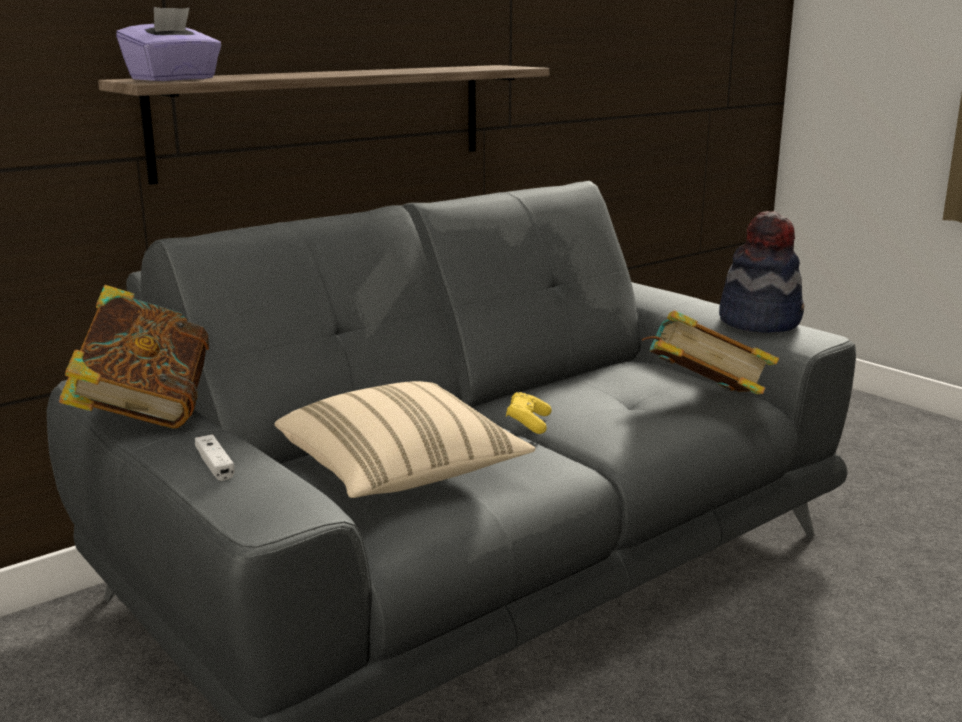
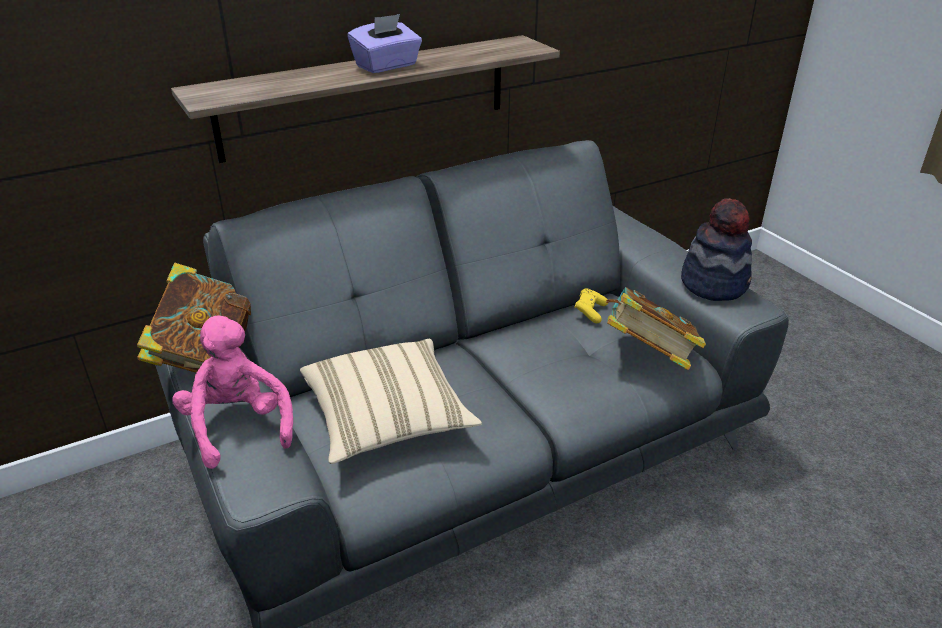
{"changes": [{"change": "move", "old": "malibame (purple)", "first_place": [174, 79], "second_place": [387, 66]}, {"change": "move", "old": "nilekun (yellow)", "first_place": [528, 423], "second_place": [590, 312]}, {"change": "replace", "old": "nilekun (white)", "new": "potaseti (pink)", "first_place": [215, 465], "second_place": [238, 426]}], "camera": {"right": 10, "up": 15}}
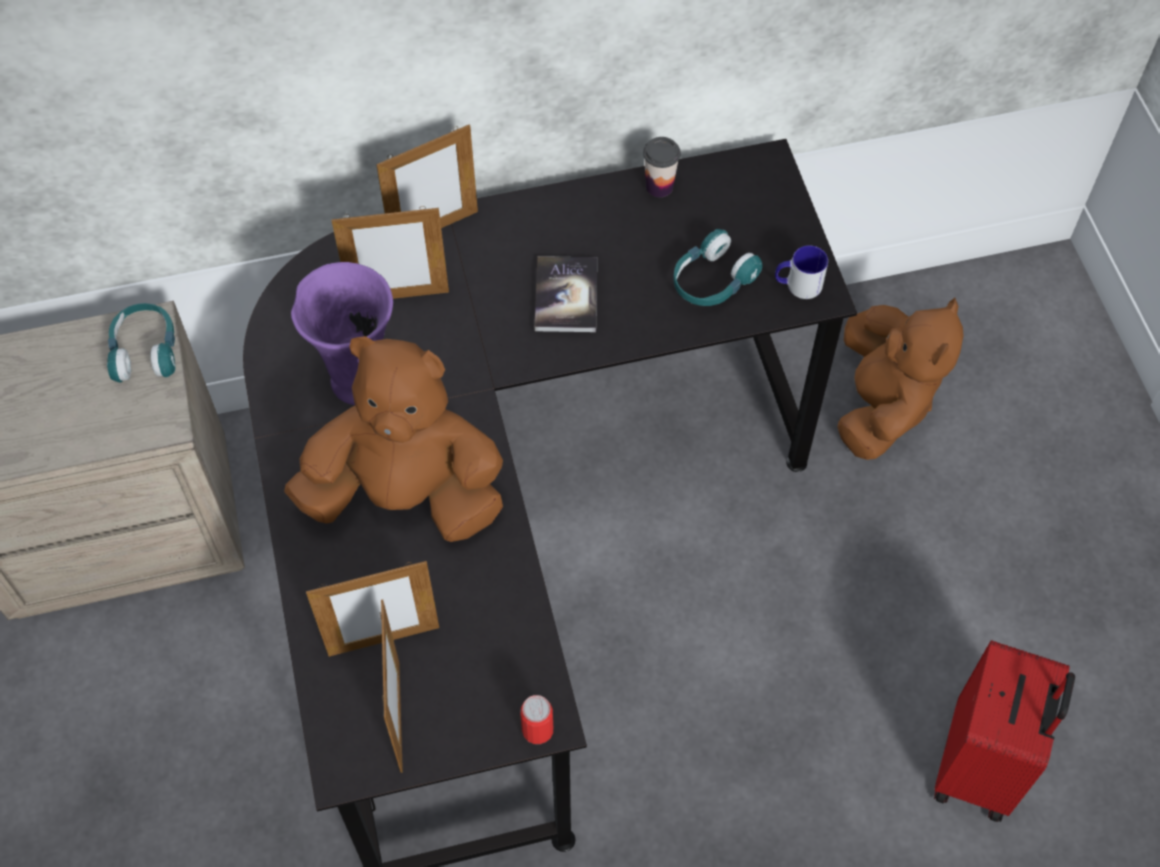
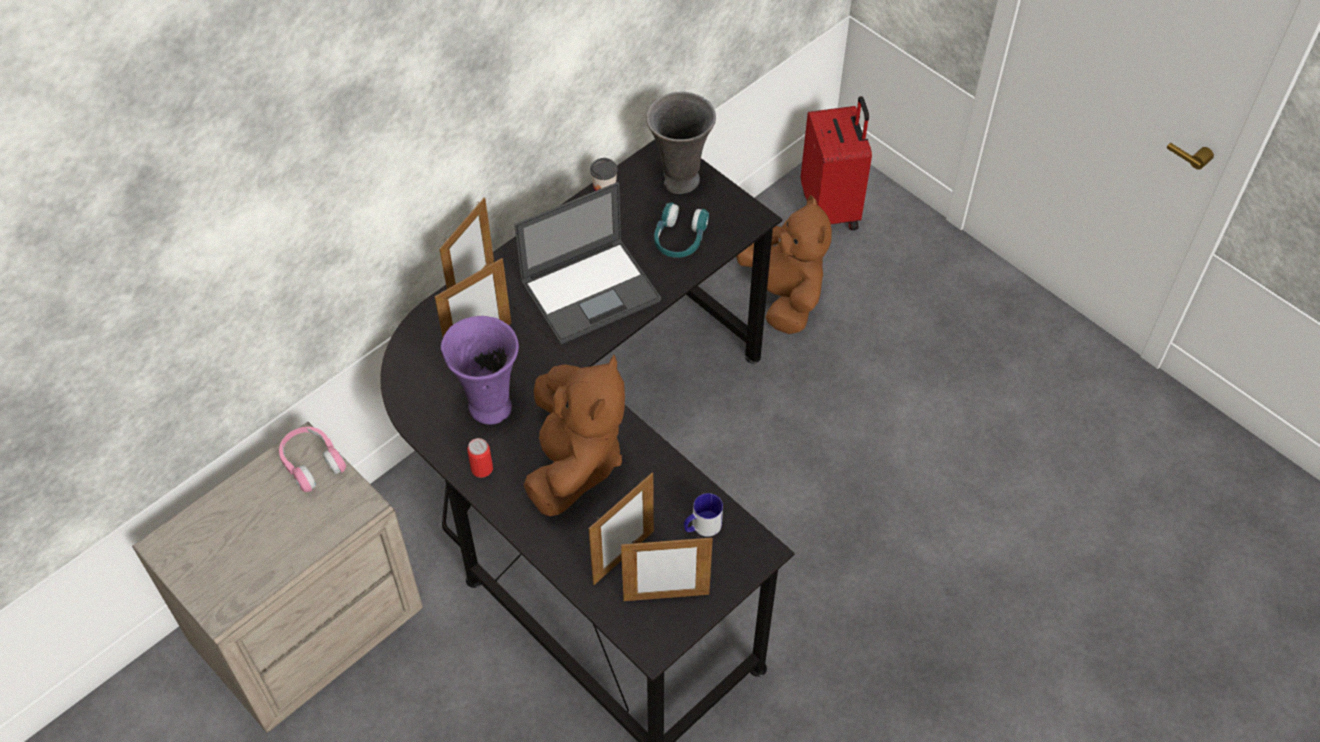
{"changes": [{"change": "move", "old": "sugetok", "first_place": [797, 285], "second_place": [702, 526]}, {"change": "replace", "old": "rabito", "new": "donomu", "first_place": [566, 296], "second_place": [591, 290]}, {"change": "recolor", "old": "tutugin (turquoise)", "new": "tutugin (pink)", "first_place": [145, 351], "second_place": [312, 463]}, {"change": "rotate", "old": "potaseti (brown)", "first_place": [406, 495], "second_place": [574, 462], "degrees": 120}, {"change": "rotate", "old": "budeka", "first_place": [399, 716], "second_place": [666, 597], "degrees": 120}, {"change": "move", "old": "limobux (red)", "first_place": [981, 766], "second_place": [831, 209]}, {"change": "move", "old": "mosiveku", "first_place": [537, 729], "second_place": [482, 468]}, {"change": "insert", "new": "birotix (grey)", "second_place": [679, 181]}], "camera": {"right": -30, "up": -5}}
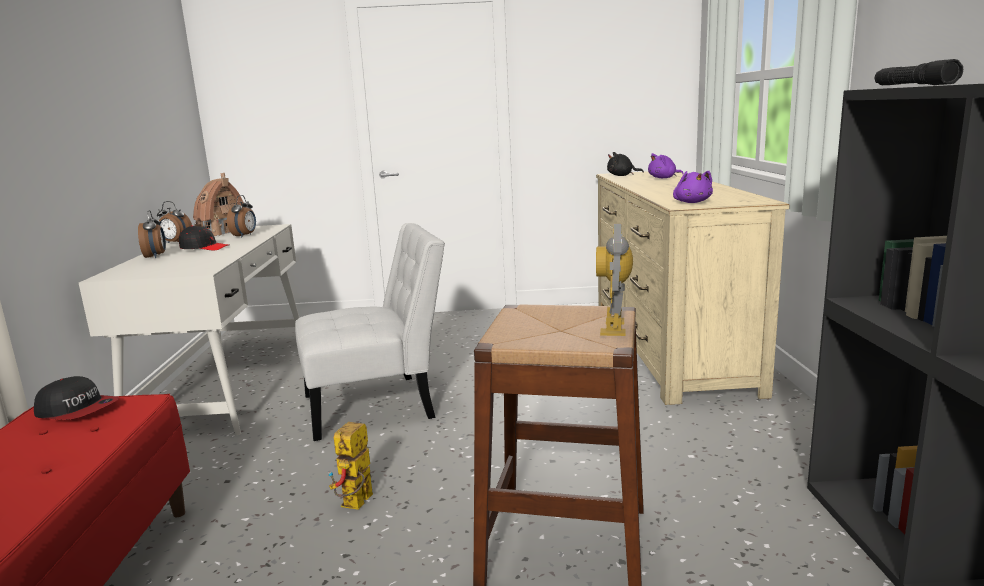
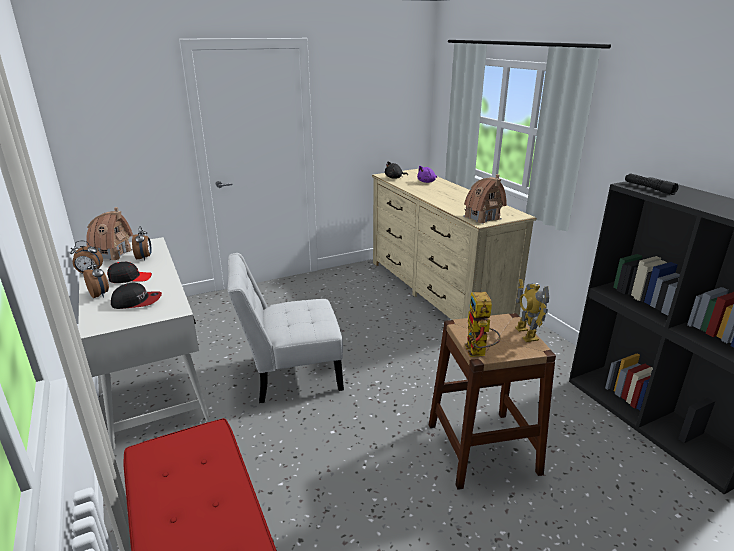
{"changes": [{"change": "replace", "old": "potaseti (purple)", "new": "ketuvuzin", "first_place": [692, 202], "second_place": [482, 218]}, {"change": "rotate", "old": "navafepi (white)", "first_place": [377, 405], "second_place": [290, 374], "degrees": -150}, {"change": "move", "old": "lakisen", "first_place": [77, 410], "second_place": [137, 301]}, {"change": "move", "old": "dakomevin", "first_place": [356, 505], "second_place": [478, 353]}], "camera": {"right": -25, "up": 10}}
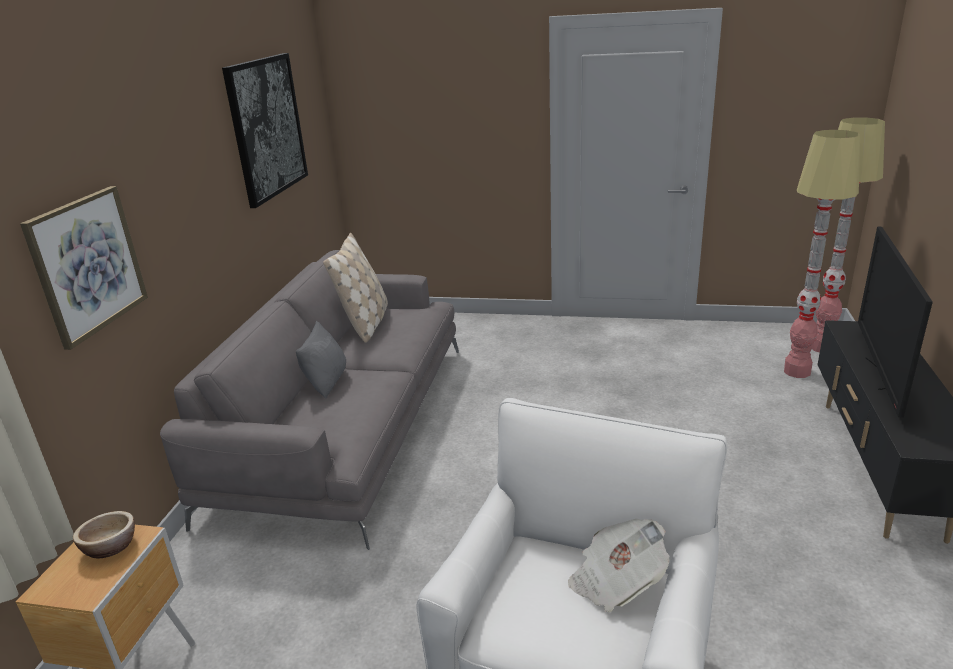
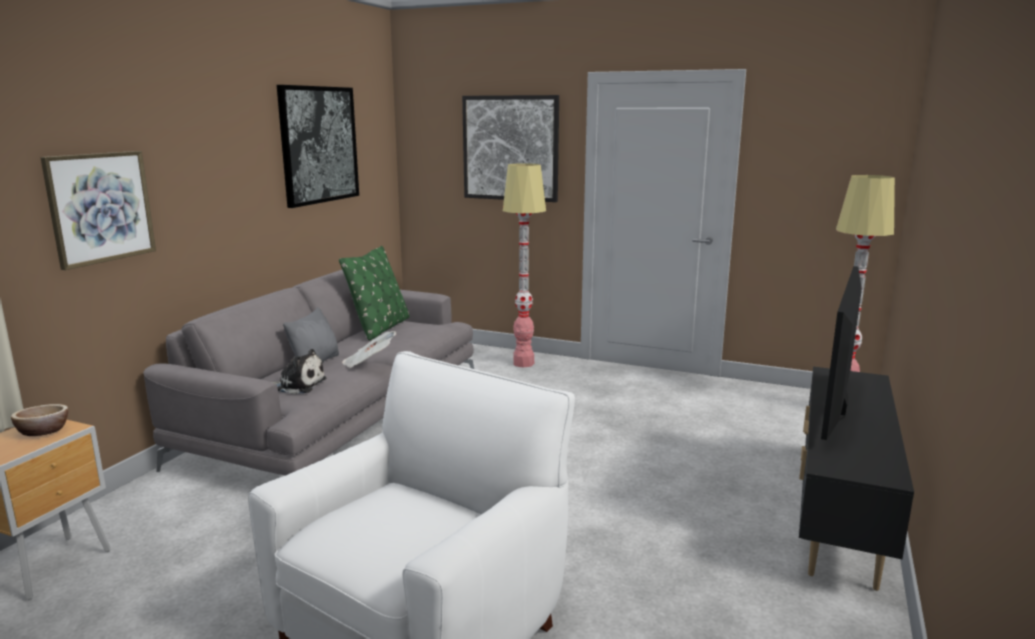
{"changes": [{"change": "move", "old": "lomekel", "first_place": [797, 371], "second_place": [523, 363]}, {"change": "recolor", "old": "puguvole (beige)", "new": "puguvole (green)", "first_place": [365, 323], "second_place": [380, 328]}, {"change": "move", "old": "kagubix", "first_place": [616, 581], "second_place": [369, 363]}, {"change": "insert", "new": "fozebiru", "second_place": [510, 148]}, {"change": "insert", "new": "potaseti", "second_place": [298, 385]}], "camera": {"right": 10, "up": -10}}
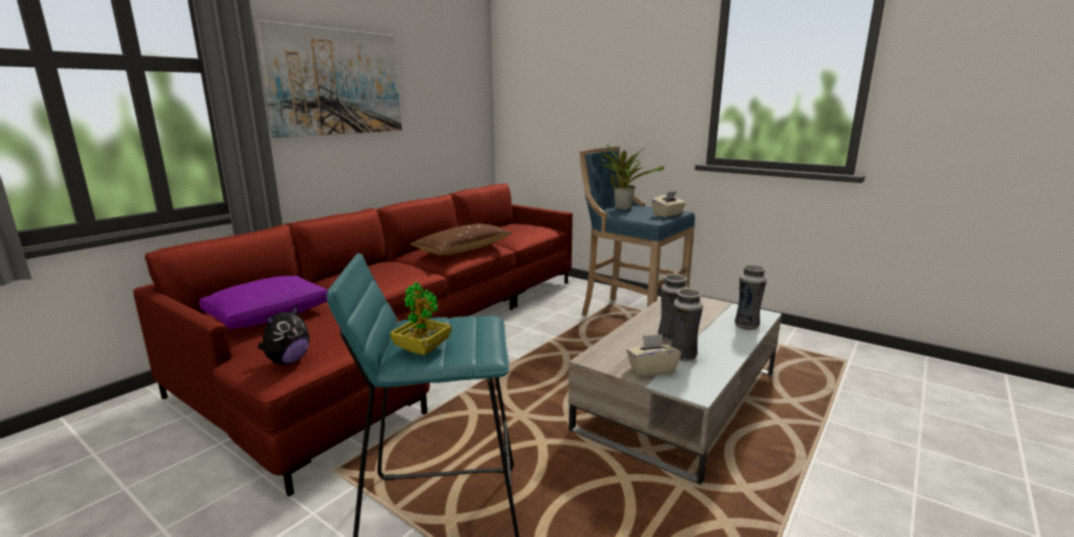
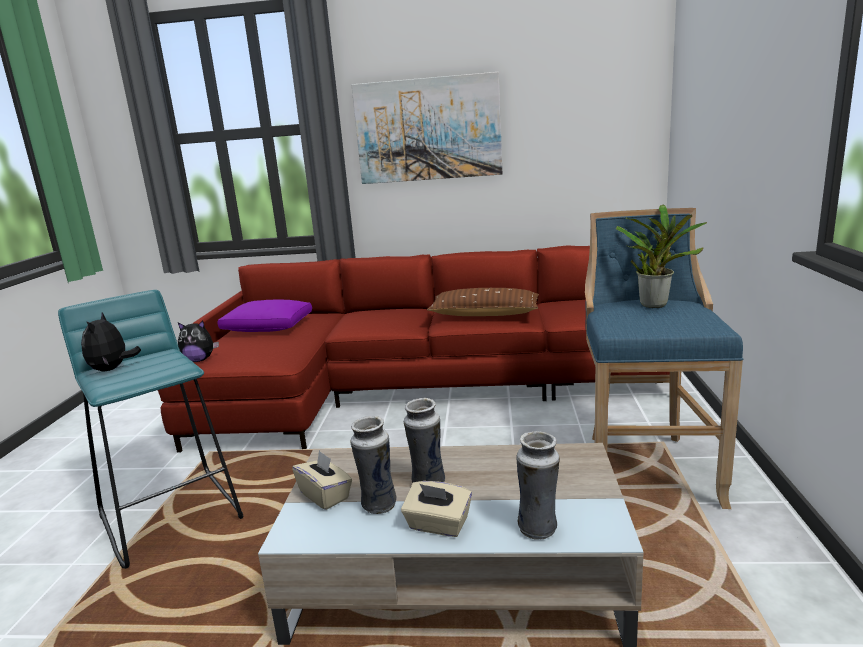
{"changes": [{"change": "move", "old": "malibame (beige)", "first_place": [668, 215], "second_place": [438, 525]}, {"change": "replace", "old": "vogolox", "new": "potaseti", "first_place": [422, 349], "second_place": [112, 369]}], "camera": {"right": 60, "up": 0}}
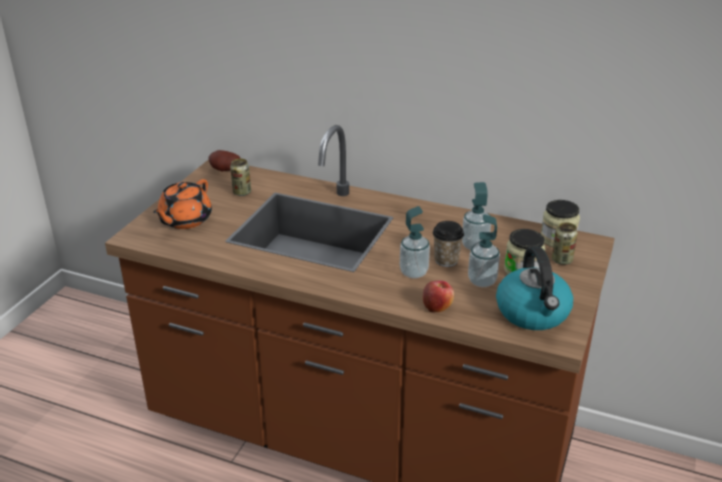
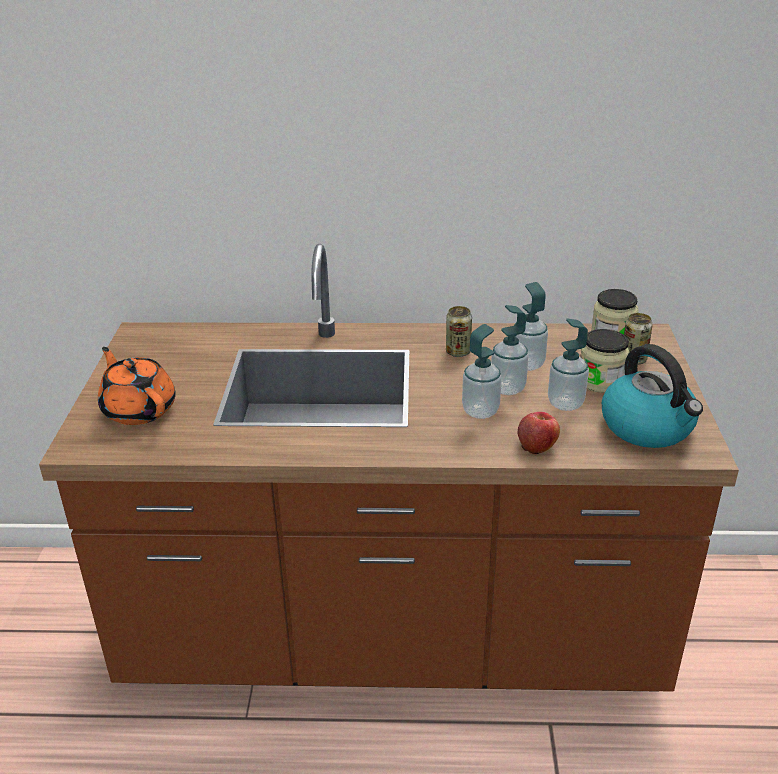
{"changes": [{"change": "delete", "old": "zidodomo", "first_place": [224, 170]}, {"change": "move", "old": "mosiveku", "first_place": [242, 192], "second_place": [458, 352]}, {"change": "rotate", "old": "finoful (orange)", "first_place": [185, 220], "second_place": [139, 409], "degrees": 135}, {"change": "replace", "old": "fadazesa", "new": "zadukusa", "first_place": [446, 260], "second_place": [507, 388]}], "camera": {"right": -20, "up": 0}}
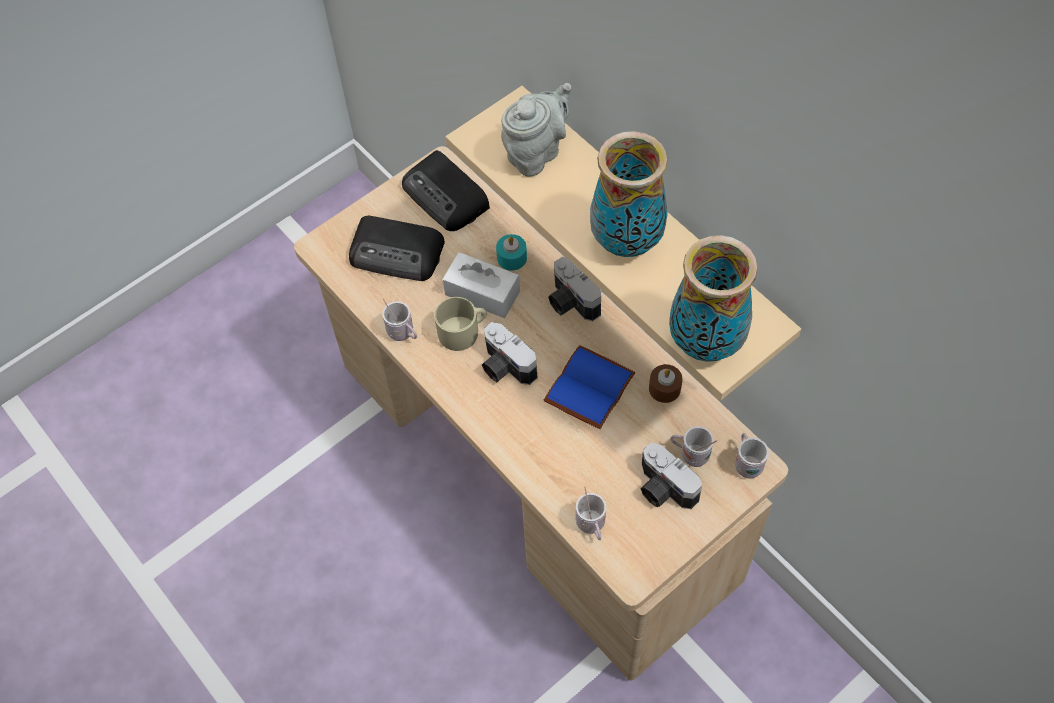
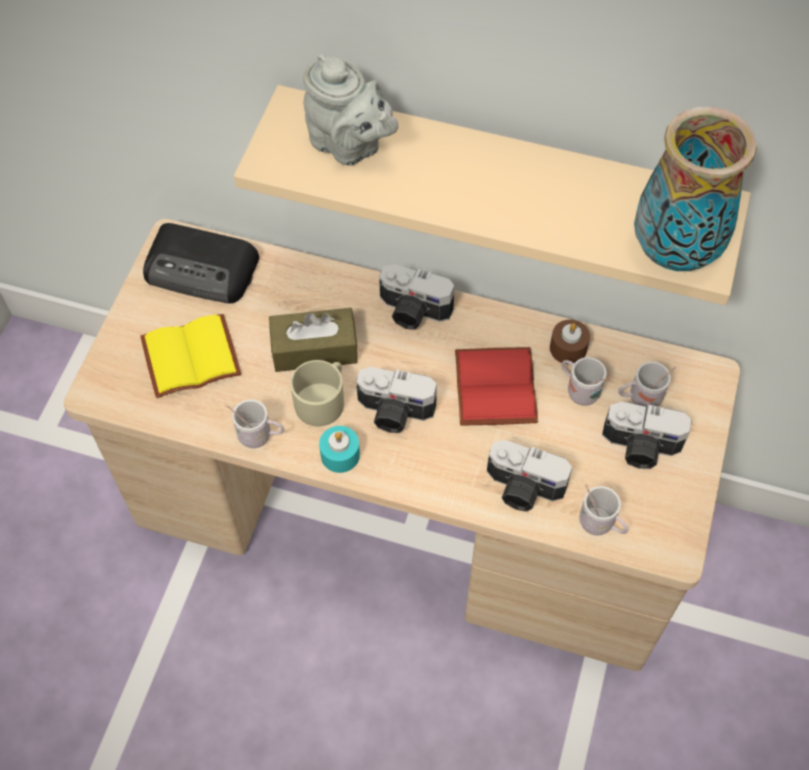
{"changes": [{"change": "rotate", "old": "finoful (grey)", "first_place": [536, 152], "second_place": [349, 146], "degrees": 120}, {"change": "delete", "old": "birotix", "first_place": [627, 240]}, {"change": "replace", "old": "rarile", "new": "rabito (yellow)", "first_place": [398, 253], "second_place": [192, 354]}, {"change": "move", "old": "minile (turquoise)", "first_place": [512, 258], "second_place": [340, 455]}, {"change": "recolor", "old": "malibame (white)", "new": "malibame (brown)", "first_place": [482, 293], "second_place": [314, 349]}, {"change": "recolor", "old": "rabito (blue)", "new": "rabito (red)", "first_place": [588, 386], "second_place": [492, 386]}, {"change": "move", "old": "sugetok (white)", "first_place": [747, 463], "second_place": [579, 390]}, {"change": "insert", "new": "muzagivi", "second_place": [522, 489]}], "camera": {"right": -35, "up": 0}}
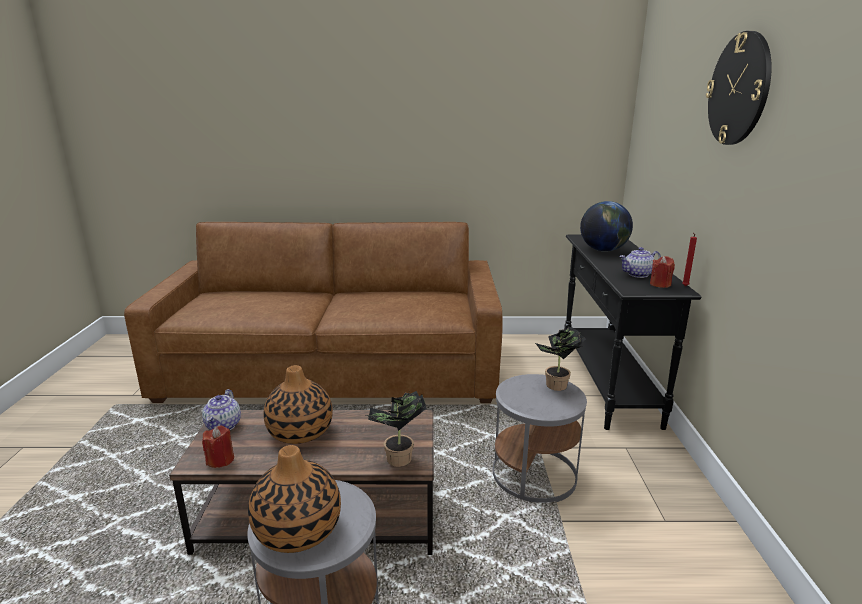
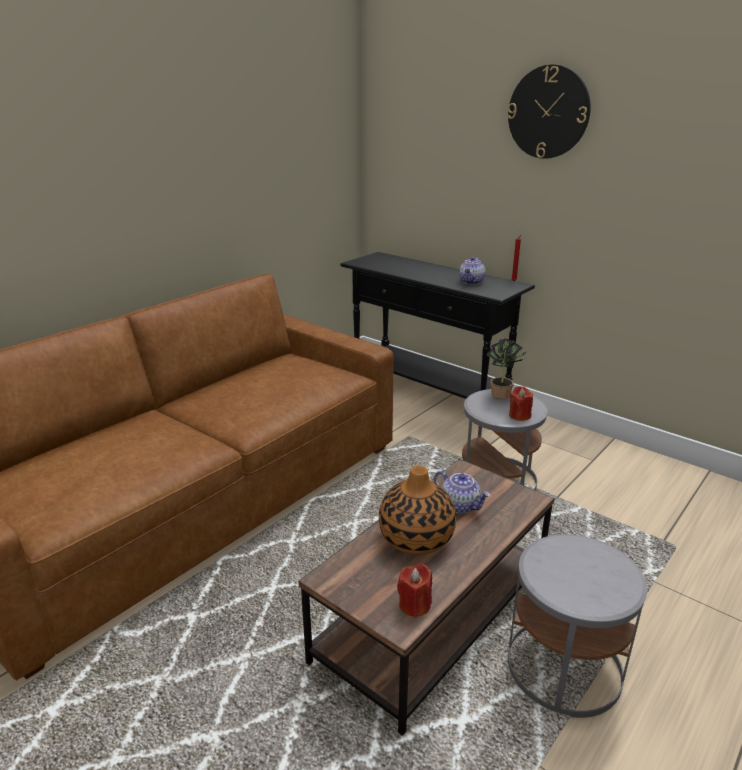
{"changes": [{"change": "delete", "old": "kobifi", "first_place": [603, 250]}, {"change": "move", "old": "minile (red)", "first_place": [660, 284], "second_place": [519, 415]}, {"change": "move", "old": "finoful", "first_place": [224, 426], "second_place": [460, 505]}, {"change": "delete", "old": "vogolox", "first_place": [397, 461]}, {"change": "delete", "old": "birotix", "first_place": [298, 529]}], "camera": {"right": -50, "up": 5}}
